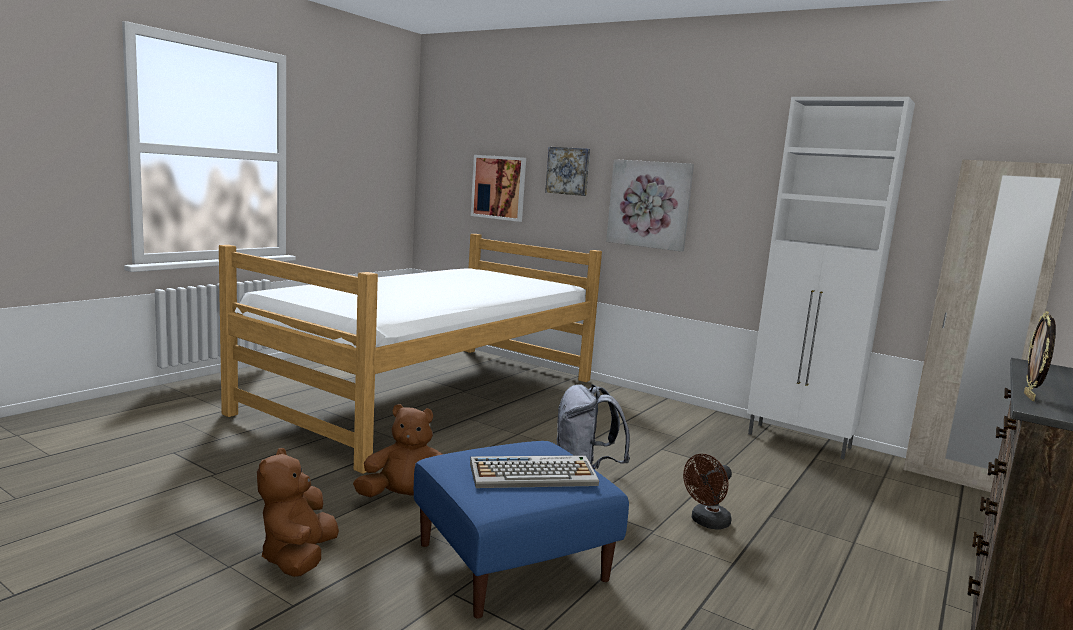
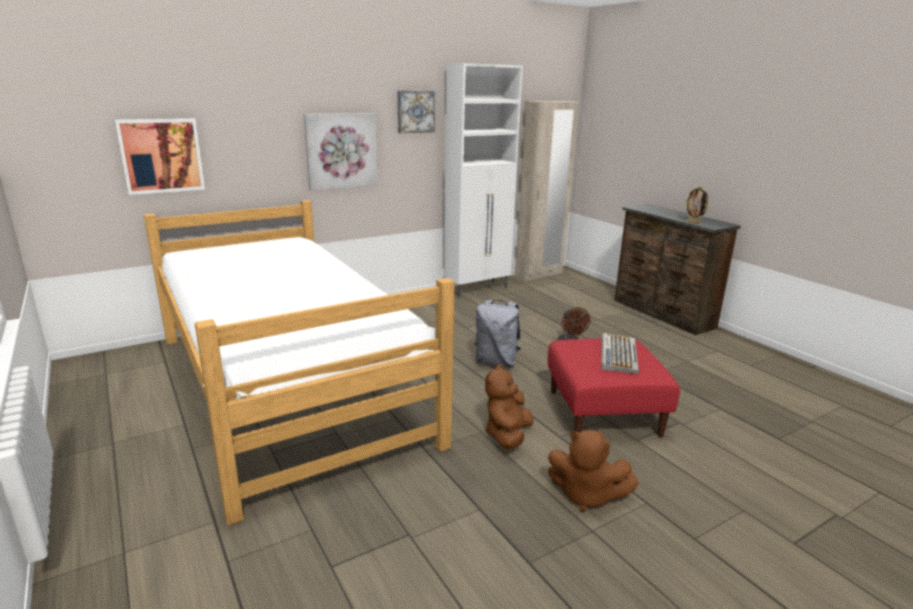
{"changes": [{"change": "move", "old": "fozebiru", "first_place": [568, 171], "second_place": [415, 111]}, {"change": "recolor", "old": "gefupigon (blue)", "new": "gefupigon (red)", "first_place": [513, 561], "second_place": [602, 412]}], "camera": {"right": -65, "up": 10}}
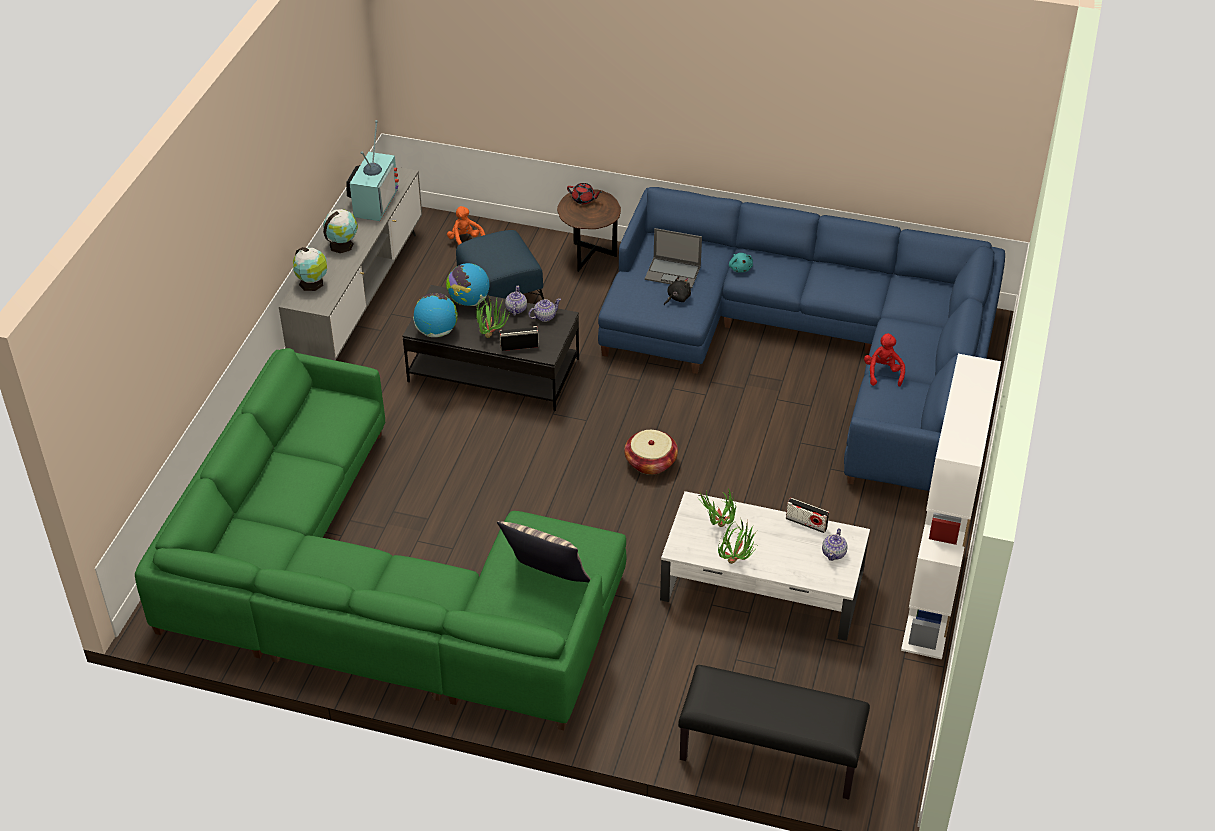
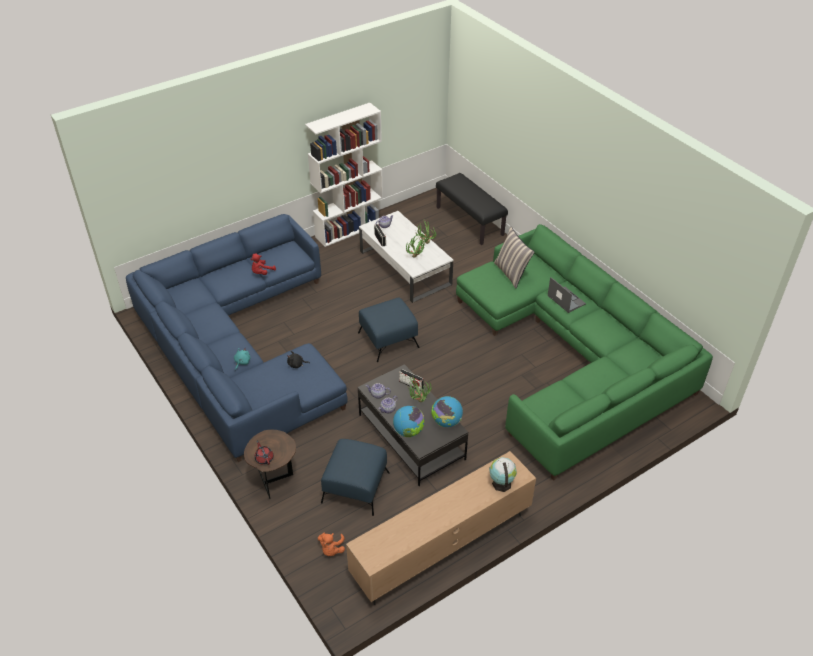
{"changes": [{"change": "delete", "old": "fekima", "first_place": [373, 201]}, {"change": "recolor", "old": "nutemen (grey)", "new": "nutemen (brown)", "first_place": [360, 297], "second_place": [442, 546]}, {"change": "delete", "old": "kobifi", "first_place": [342, 245]}, {"change": "move", "old": "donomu", "first_place": [673, 272], "second_place": [566, 299]}, {"change": "replace", "old": "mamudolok", "new": "gefupigon (blue)", "first_place": [650, 462], "second_place": [389, 340]}], "camera": {"right": -140, "up": 0}}
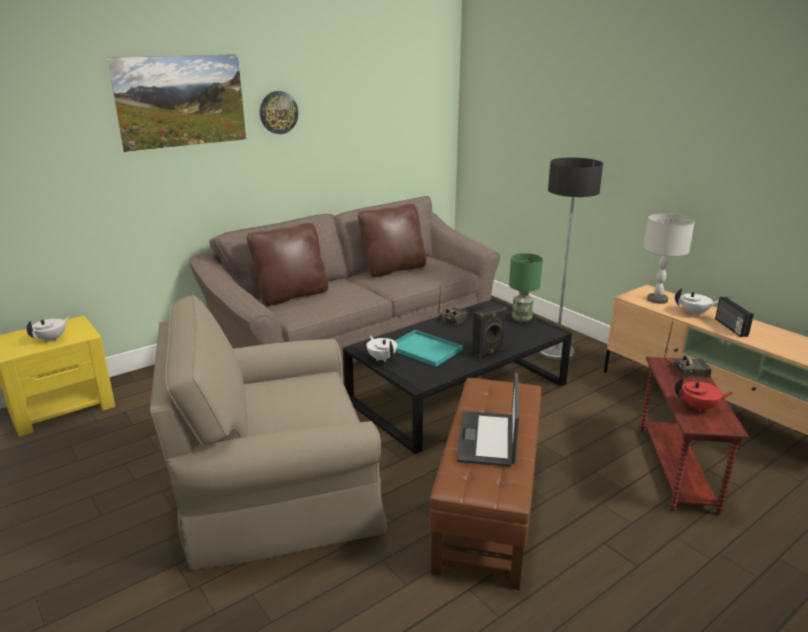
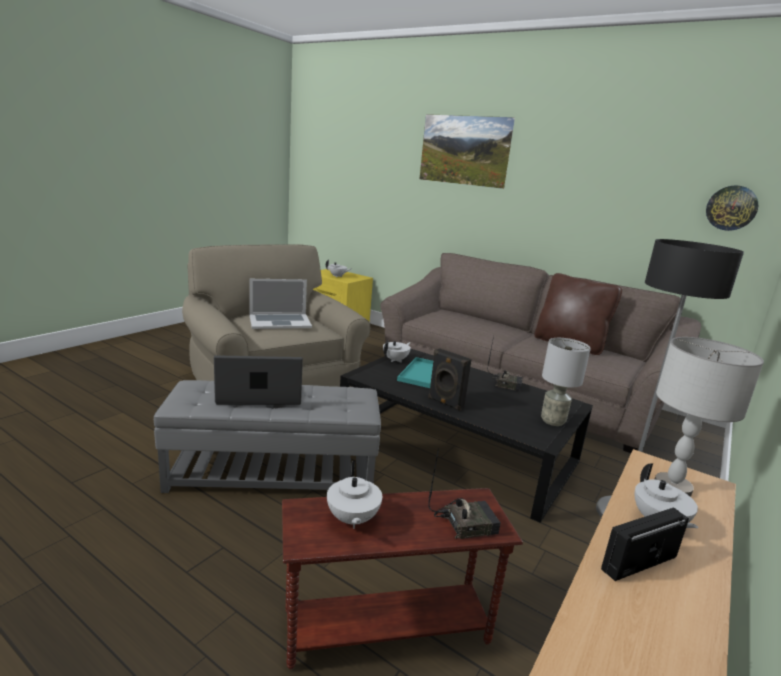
{"changes": [{"change": "move", "old": "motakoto", "first_place": [278, 112], "second_place": [731, 208]}, {"change": "delete", "old": "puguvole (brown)", "first_place": [291, 295]}, {"change": "recolor", "old": "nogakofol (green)", "new": "nogakofol (grey)", "first_place": [521, 319], "second_place": [552, 421]}, {"change": "rotate", "old": "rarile", "first_place": [689, 371], "second_place": [466, 523], "degrees": -90}, {"change": "recolor", "old": "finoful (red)", "new": "finoful (white)", "first_place": [699, 407], "second_place": [352, 519]}, {"change": "recolor", "old": "gefupigon (brown)", "new": "gefupigon (grey)", "first_place": [489, 504], "second_place": [273, 473]}, {"change": "insert", "new": "donomu", "second_place": [280, 321]}], "camera": {"right": 70, "up": -5}}
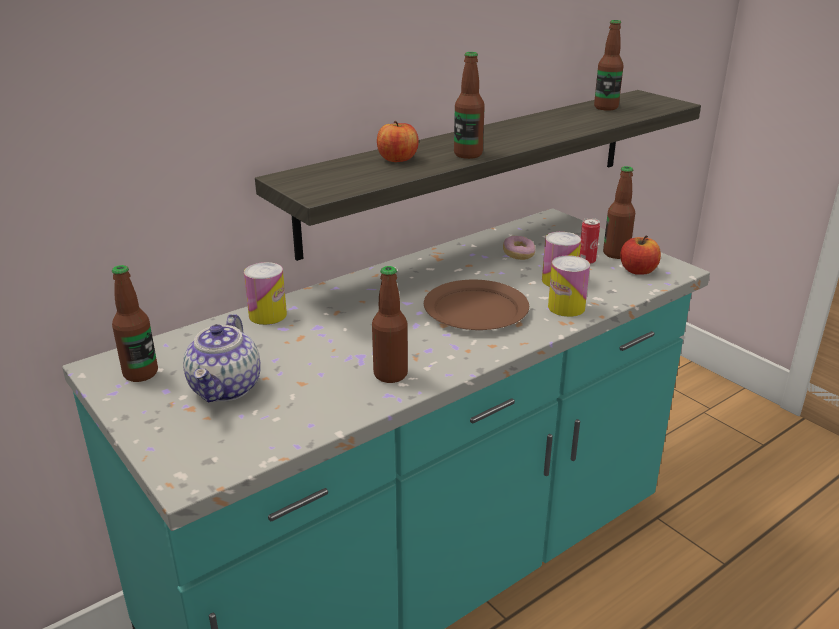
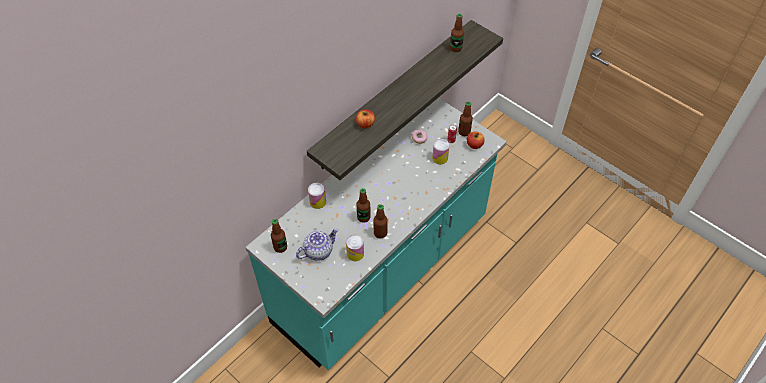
{"changes": [{"change": "move", "old": "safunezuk", "first_place": [468, 154], "second_place": [363, 217]}, {"change": "move", "old": "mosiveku", "first_place": [566, 307], "second_place": [355, 254]}, {"change": "delete", "old": "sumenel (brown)", "first_place": [475, 309]}, {"change": "rotate", "old": "finoful", "first_place": [226, 388], "second_place": [318, 251], "degrees": -120}], "camera": {"right": -10, "up": 25}}
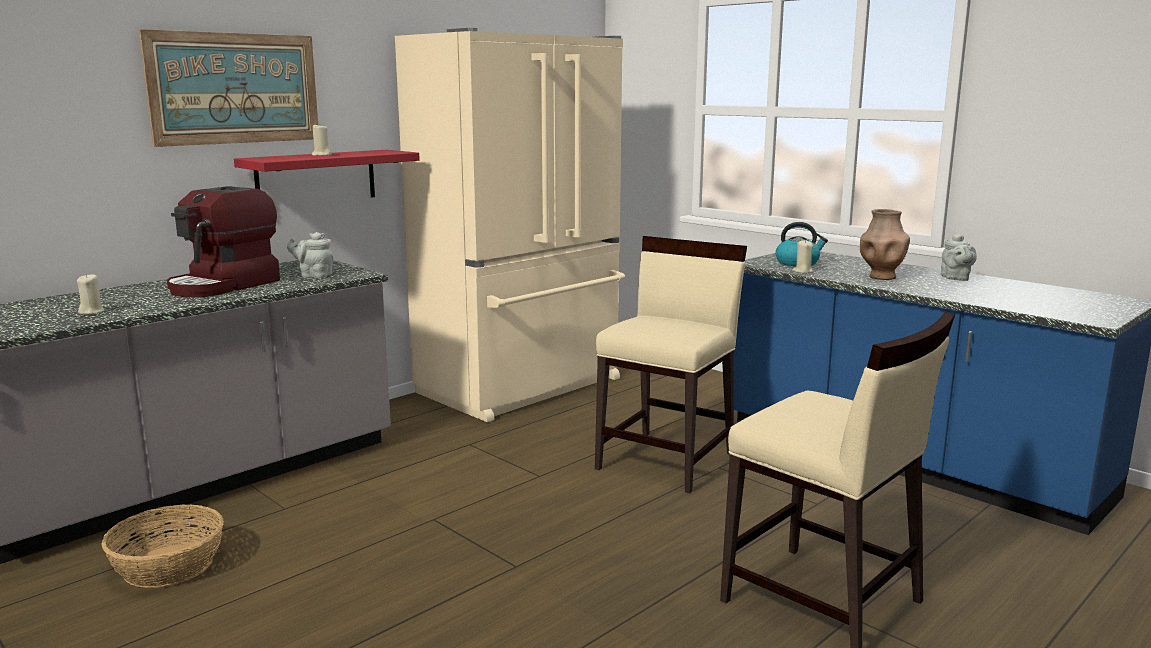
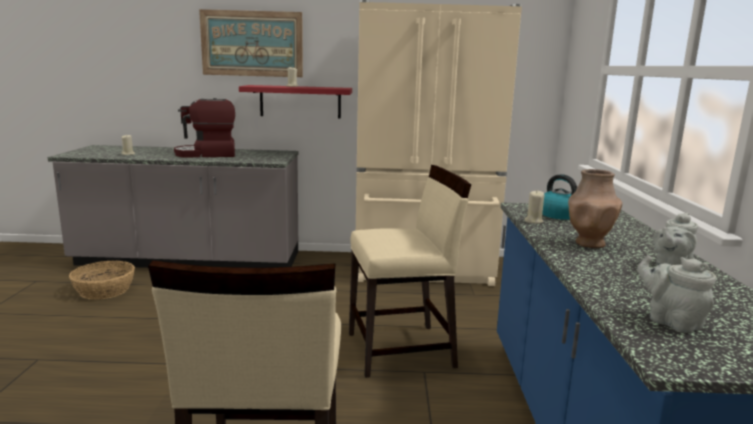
{"changes": [{"change": "move", "old": "finoful (grey)", "first_place": [314, 275], "second_place": [671, 321]}], "camera": {"right": 45, "up": 0}}
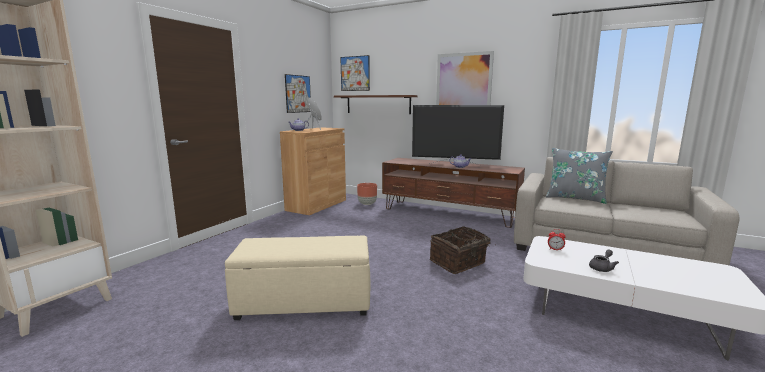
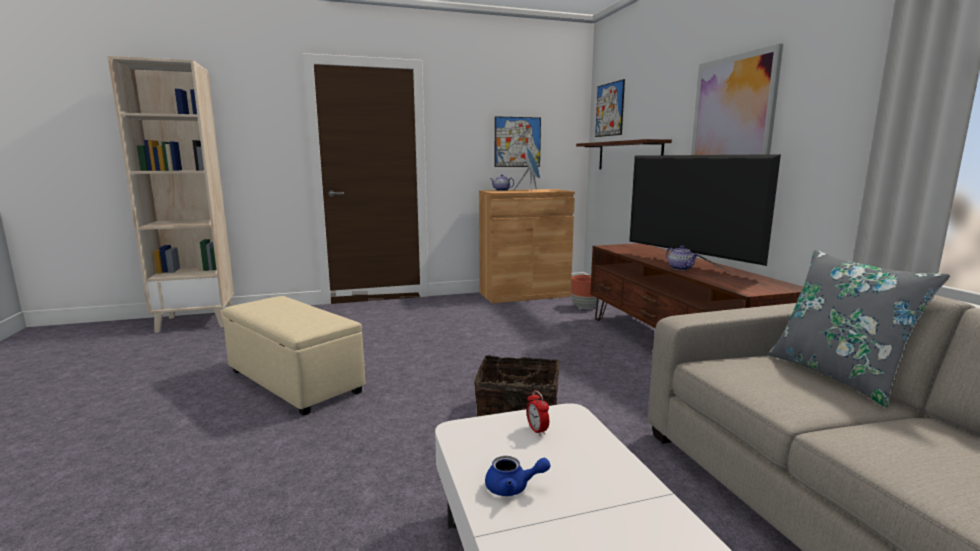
{"changes": [{"change": "recolor", "old": "finoful (grey)", "new": "finoful (blue)", "first_place": [602, 268], "second_place": [513, 487]}], "camera": {"right": 45, "up": 0}}
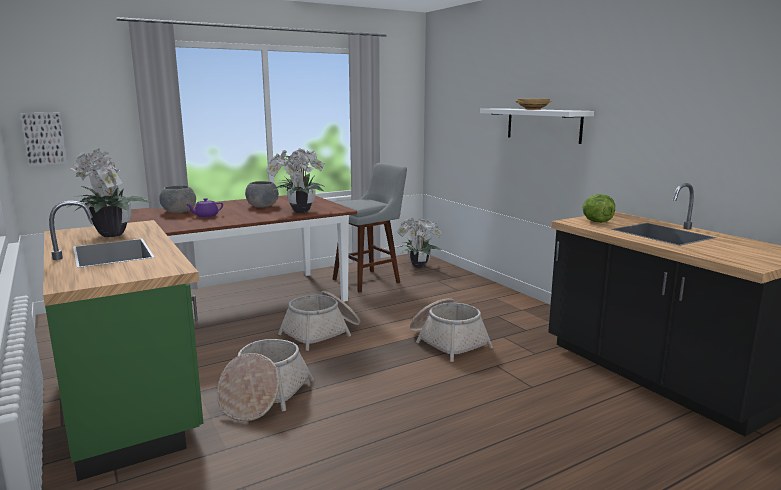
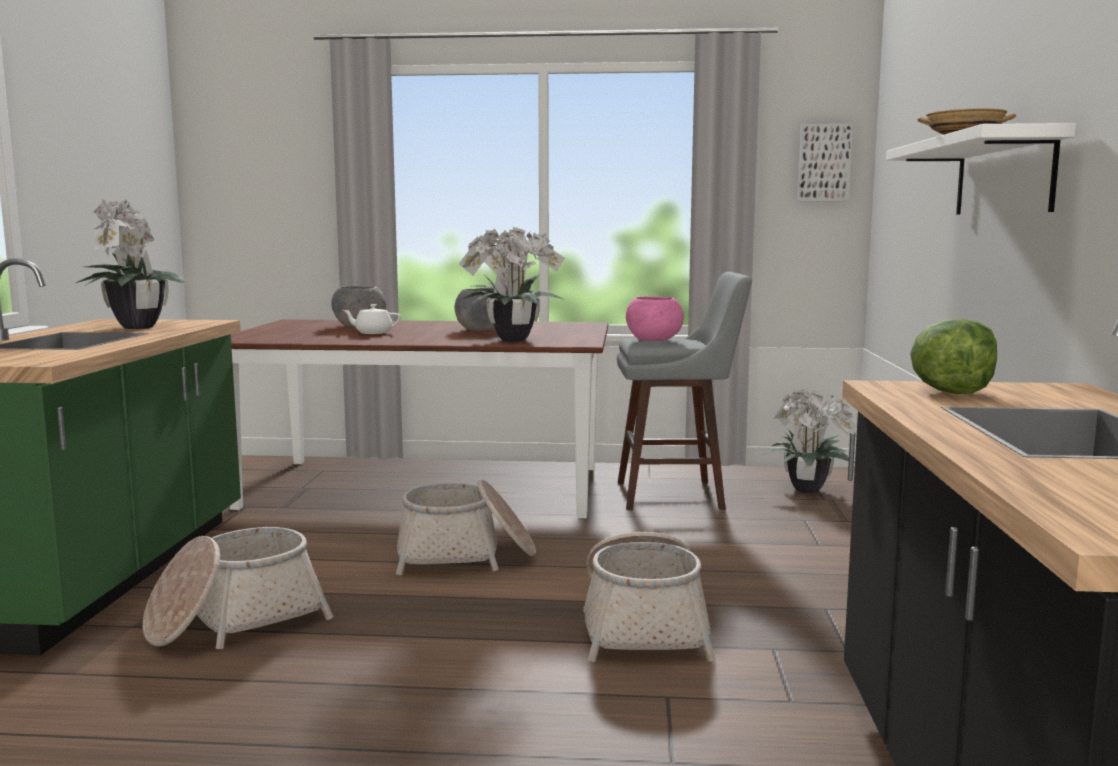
{"changes": [{"change": "move", "old": "fozebiru", "first_place": [44, 138], "second_place": [824, 163]}, {"change": "recolor", "old": "finoful (purple)", "new": "finoful (white)", "first_place": [206, 216], "second_place": [373, 333]}, {"change": "insert", "new": "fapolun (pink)", "second_place": [654, 340]}], "camera": {"right": 35, "up": -5}}
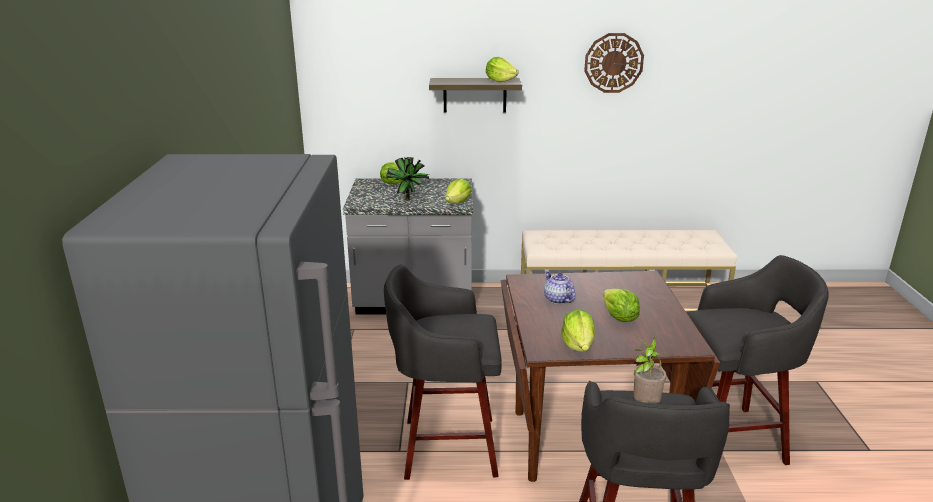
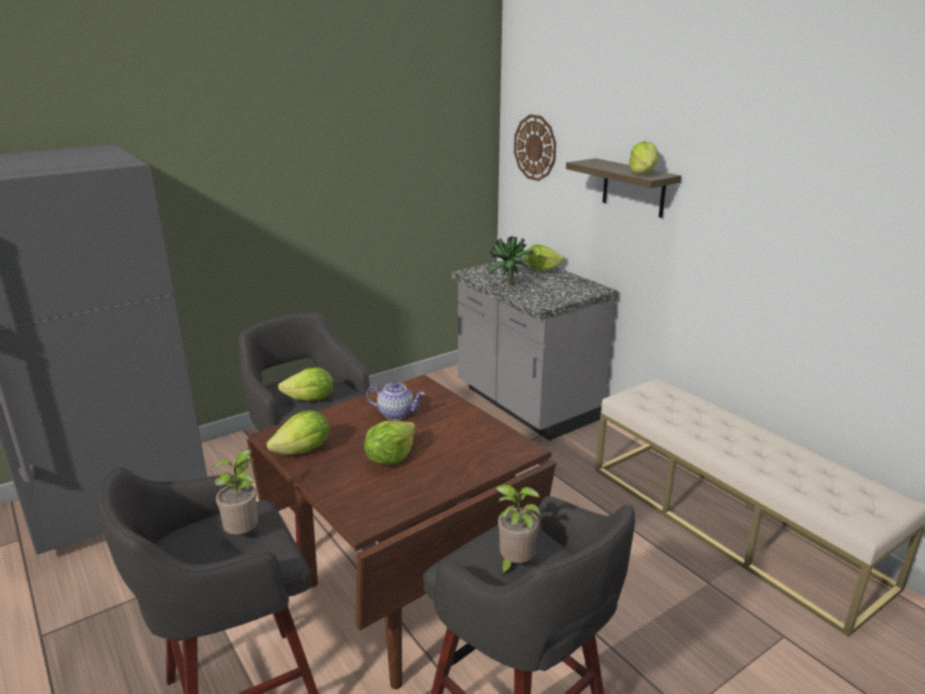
{"changes": [{"change": "move", "old": "motakoto", "first_place": [613, 63], "second_place": [535, 147]}, {"change": "move", "old": "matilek", "first_place": [458, 202], "second_place": [310, 400]}, {"change": "rotate", "old": "finoful", "first_place": [557, 299], "second_place": [396, 413], "degrees": 75}, {"change": "insert", "new": "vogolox", "second_place": [514, 564]}], "camera": {"right": 55, "up": 0}}
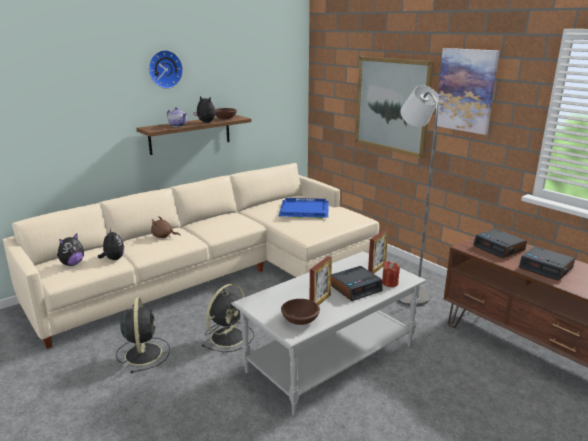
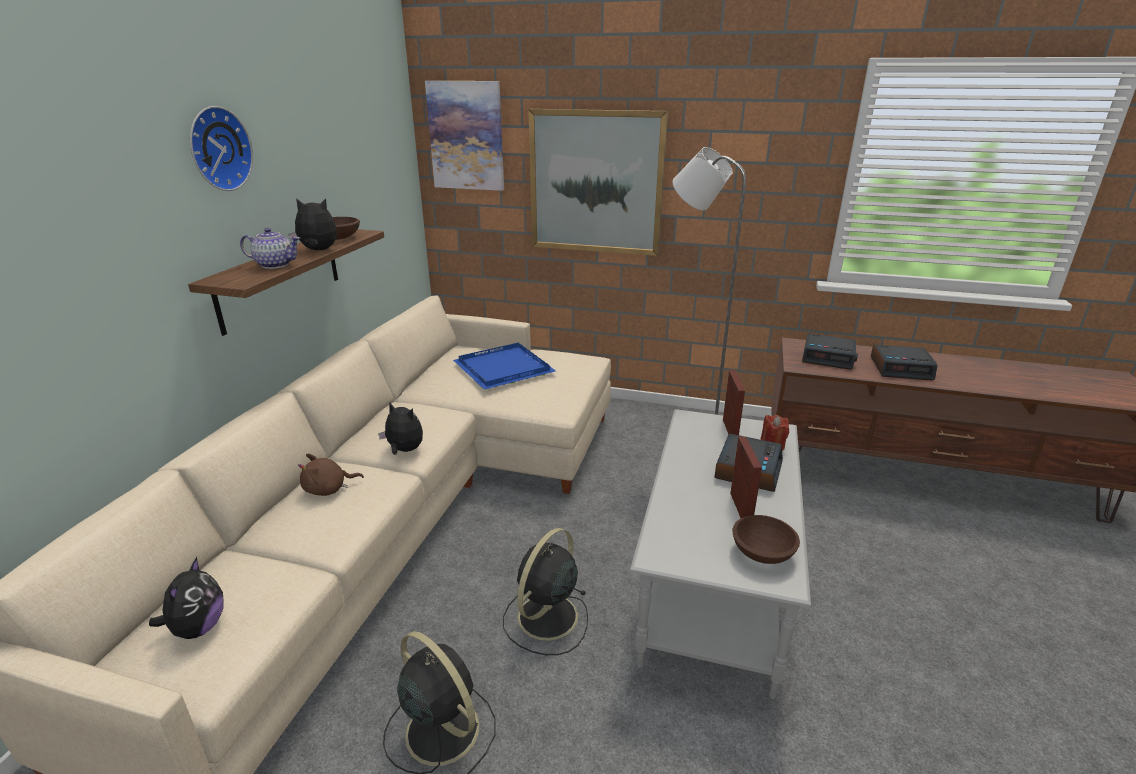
{"changes": [{"change": "move", "old": "fozebiru", "first_place": [466, 90], "second_place": [466, 136]}, {"change": "move", "old": "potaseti", "first_place": [113, 259], "second_place": [404, 450]}, {"change": "rotate", "old": "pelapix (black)", "first_place": [229, 336], "second_place": [546, 618], "degrees": -150}], "camera": {"right": -35, "up": 5}}
